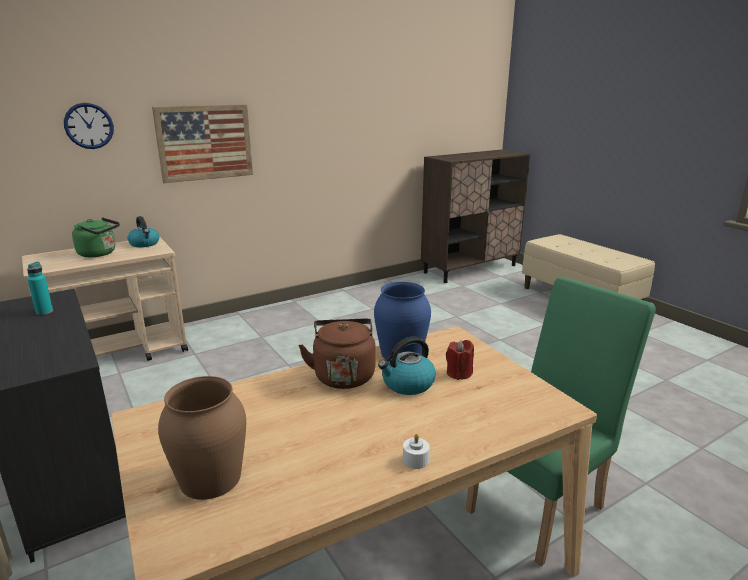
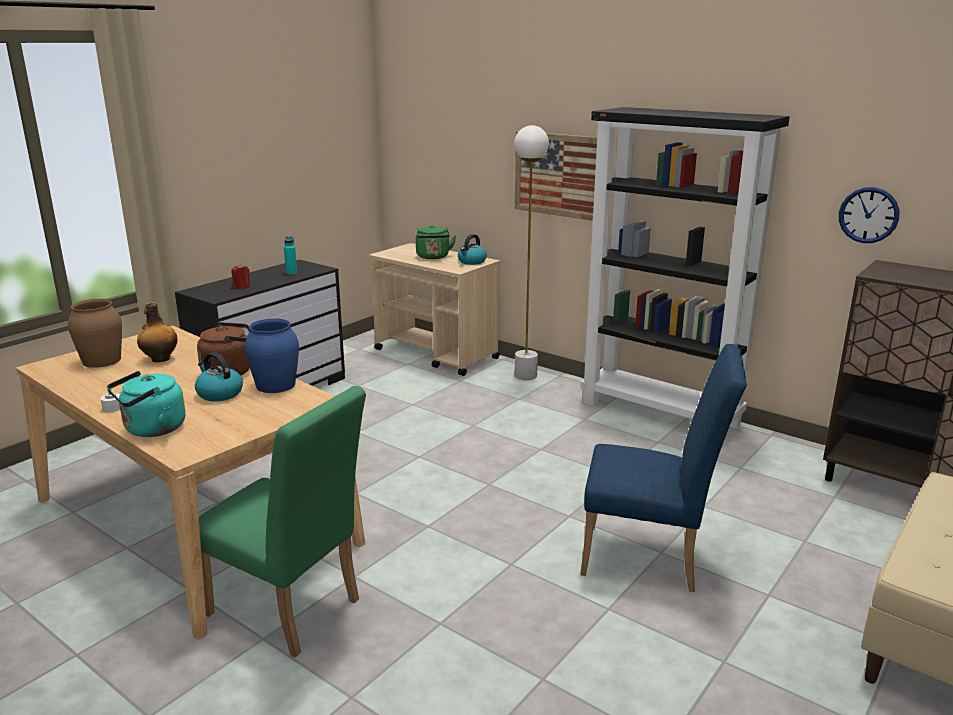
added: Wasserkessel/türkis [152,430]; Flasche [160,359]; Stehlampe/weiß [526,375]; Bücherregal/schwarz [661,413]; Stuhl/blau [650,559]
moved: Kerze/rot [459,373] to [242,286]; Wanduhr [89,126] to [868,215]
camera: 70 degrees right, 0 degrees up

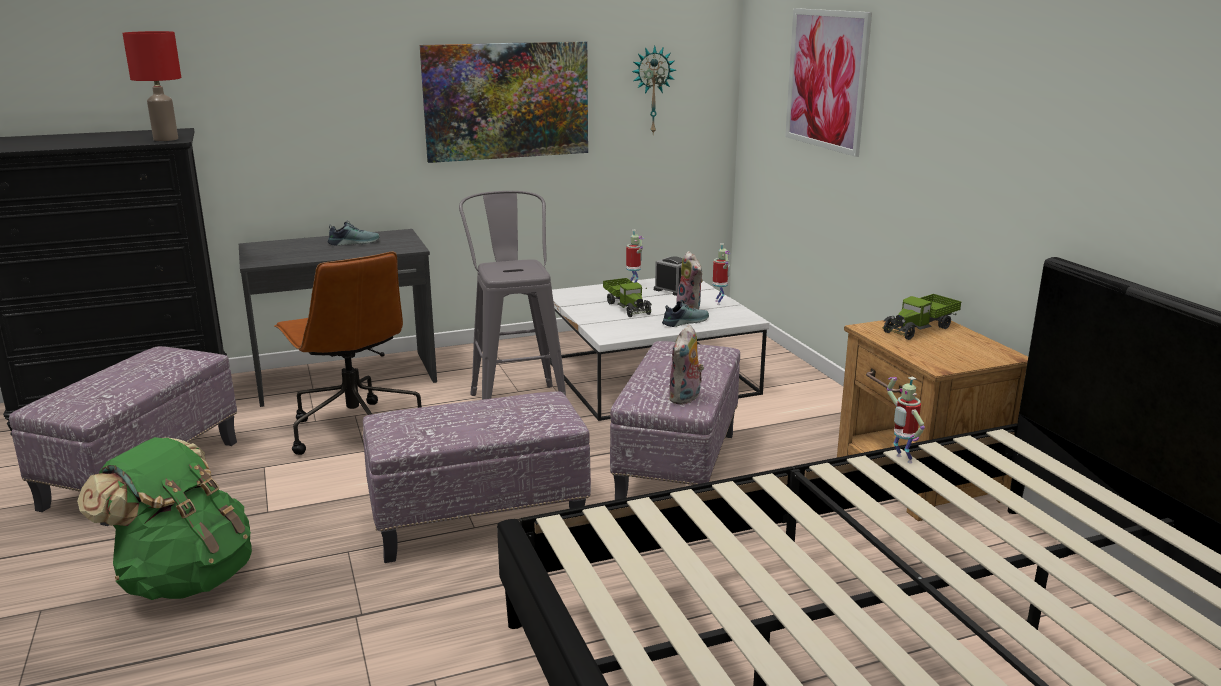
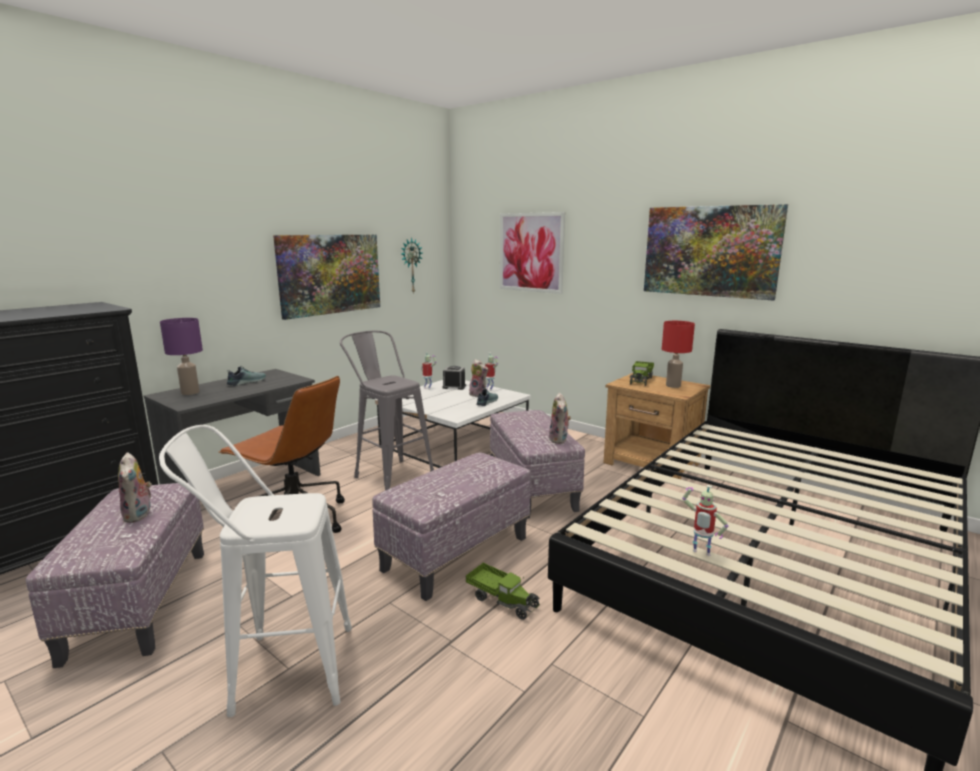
added: Plüschtier [139,515]; Tischlampe/lila [190,392]; Bild [710,251]
moved: Spielzeuglaster [627,307] to [502,600]; Tischlampe/rot [165,139] to [673,386]; Spielzeugroboter [901,459] to [700,554]
replaced: Rucksack/grün [185,579] to Hocker/weiß [279,669]
camera: 30 degrees left, 5 degrees down

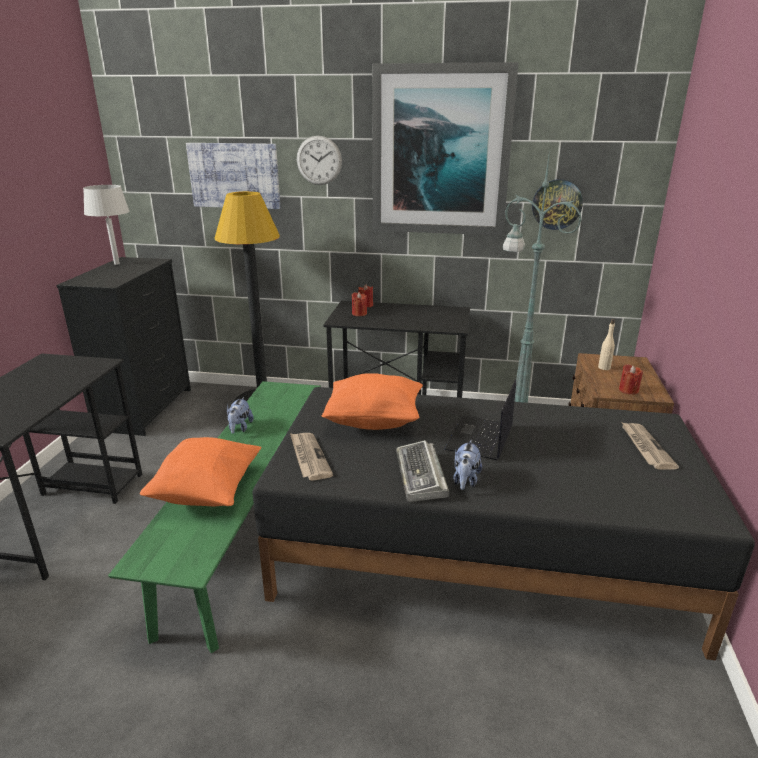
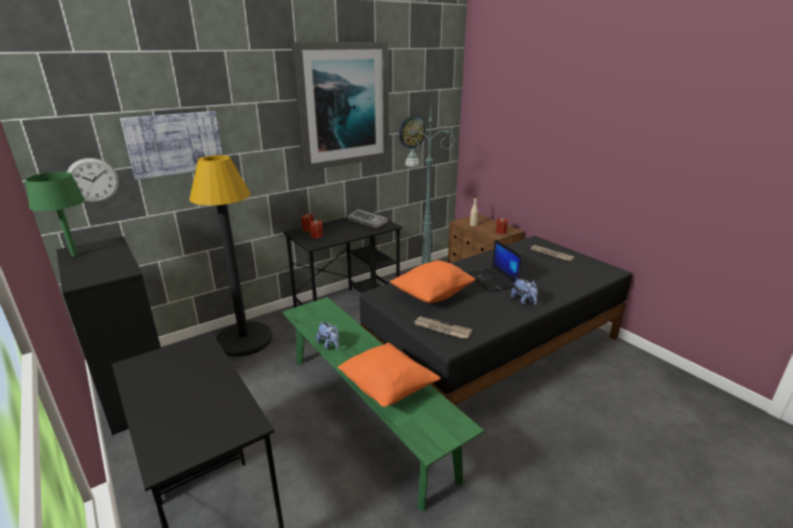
moved: Wanduhr [319,160] to [92,180]; Tastatur [421,477] to [368,222]
recoloured: Tischlampe/grau [116,264] to Tischlampe/grün [74,256]
camera: 45 degrees left, 0 degrees up

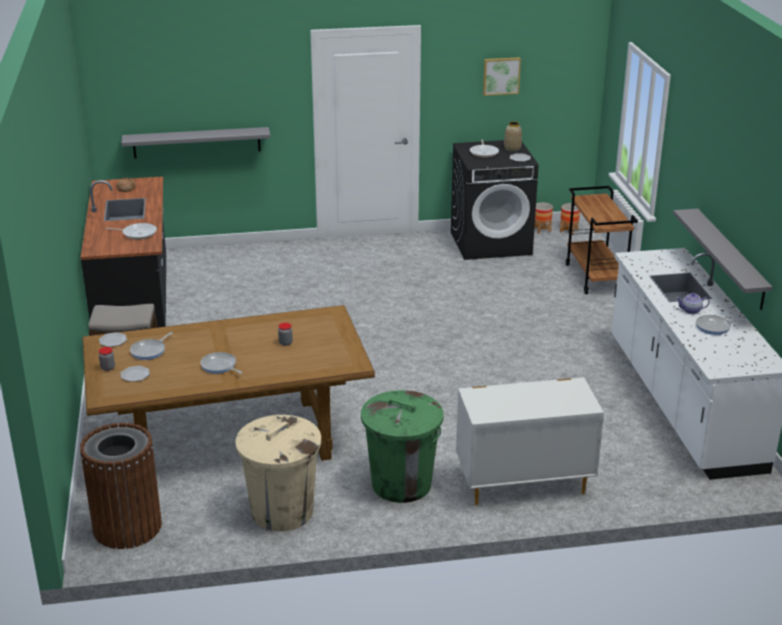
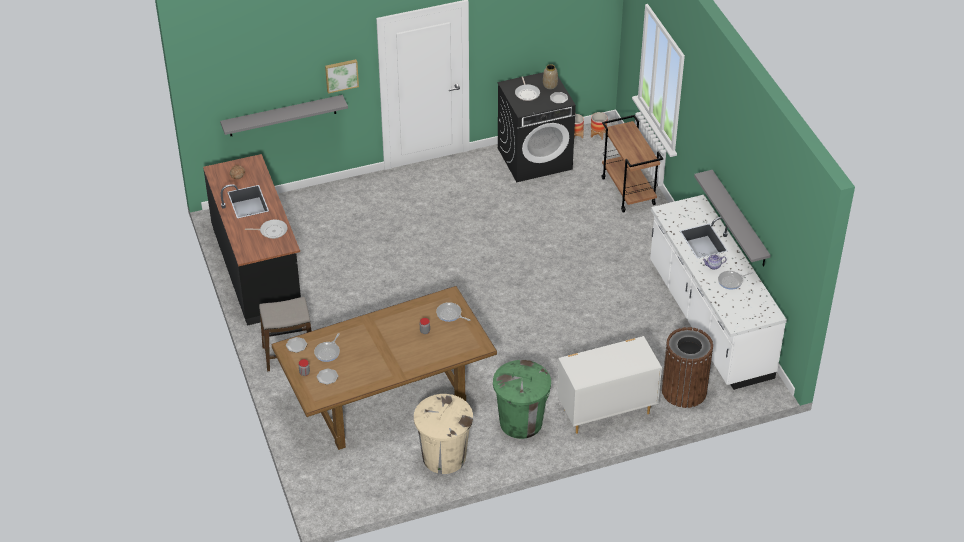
moved: Bild [501,75] to [341,75]; Pfanne [219,366] to [450,314]; Mülleimer/braun [127,527] to [684,391]
camera: 10 degrees left, 15 degrees up

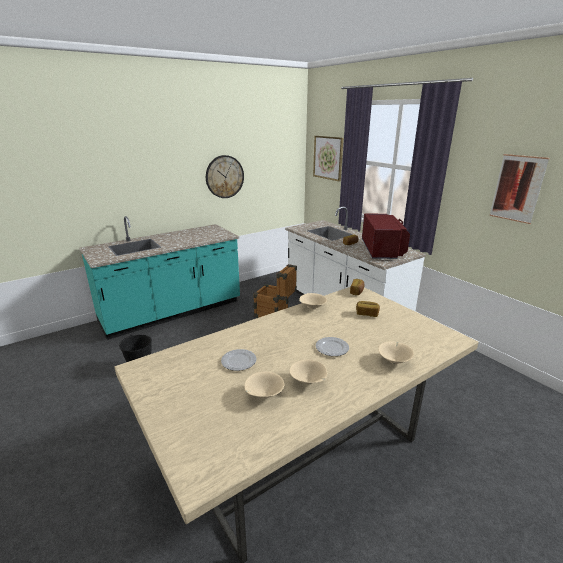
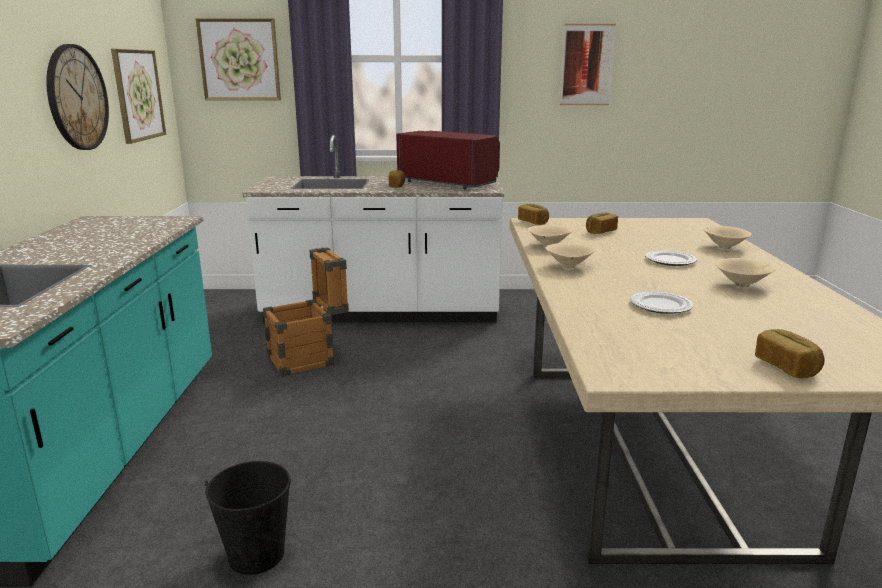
added: Bild [138,95]; Brot [787,367]
moved: Schüssel/beige [263,395] to [568,267]
camera: 55 degrees left, 5 degrees down

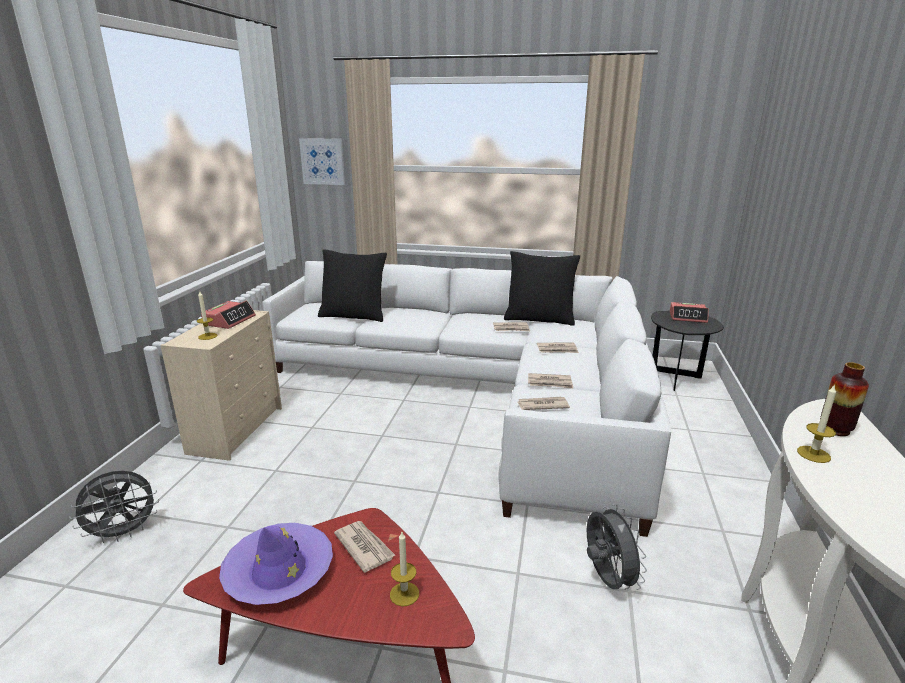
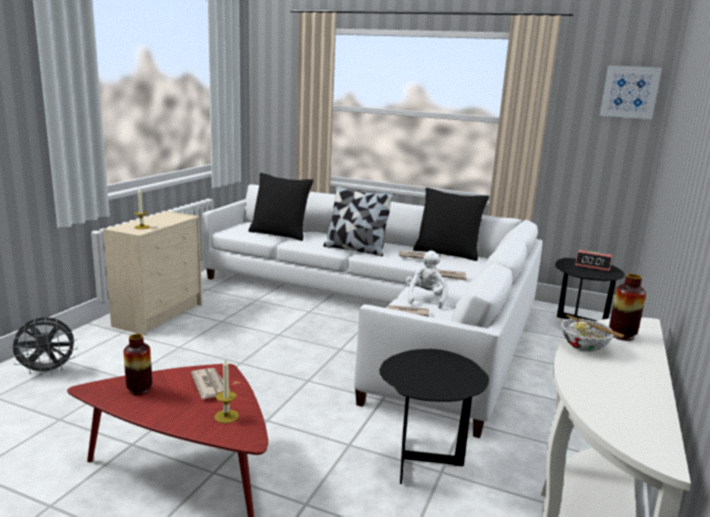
removed: Wecker [229,320]
added: Kissen [355,249]
moved: Bild [323,161] to [629,92]
replaced: Hut/lila [279,571] to Vase [139,389]; Ventilator/grau [606,579] to Beistelltisch/schwarz [425,461]; Zeitung [550,383] to Plüschtier/weiß [425,299]; Kerze [813,454] to Schüssel [584,347]
camera: 10 degrees right, 5 degrees down

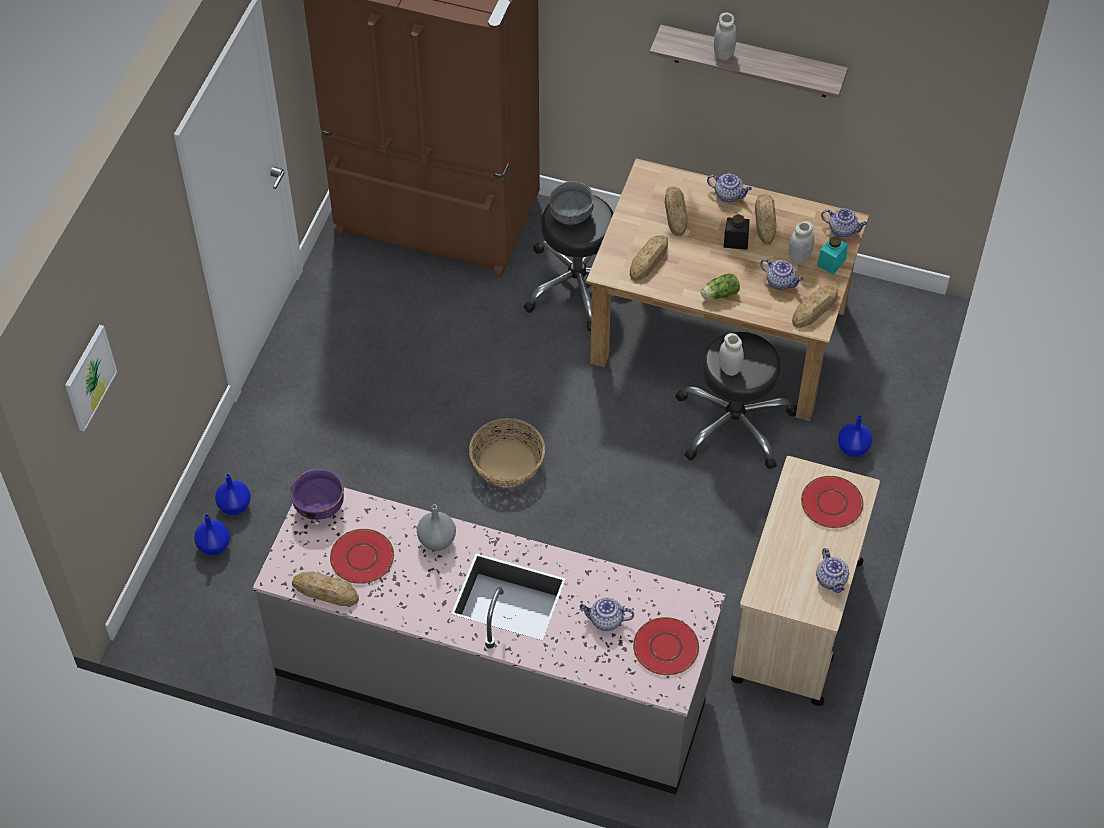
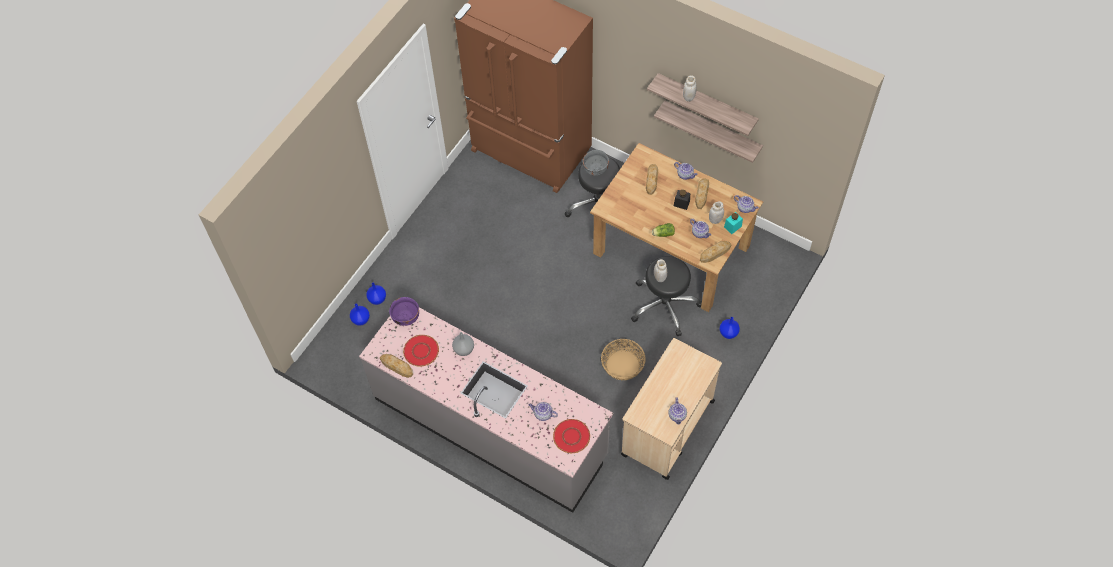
removed: Bild [89,377]; Brot [649,260]; Teller/rot [831,503]
added: Wandregal [712,130]
moved: Korb [507,463] to [622,365]
camera: 15 degrees right, 5 degrees up

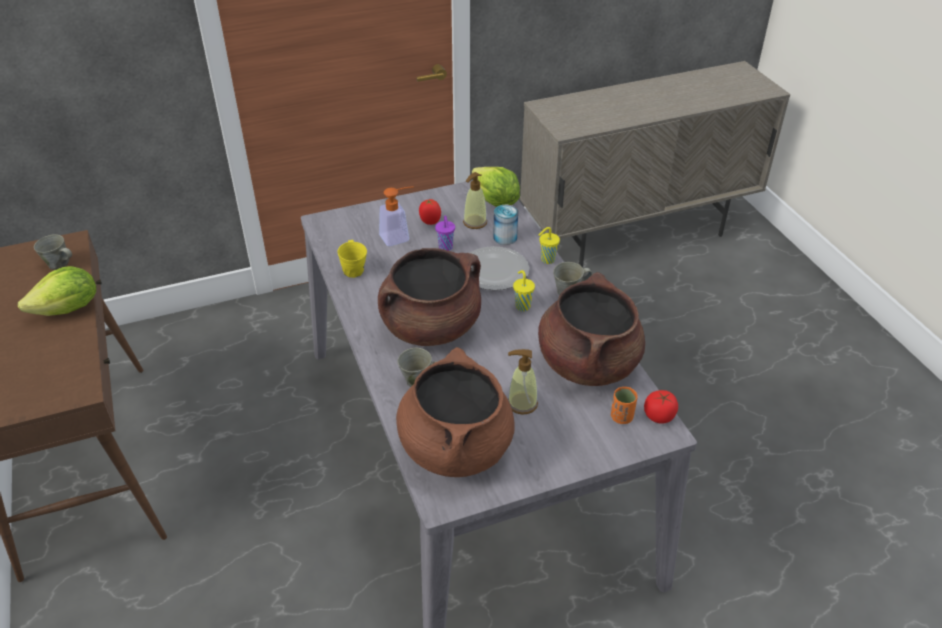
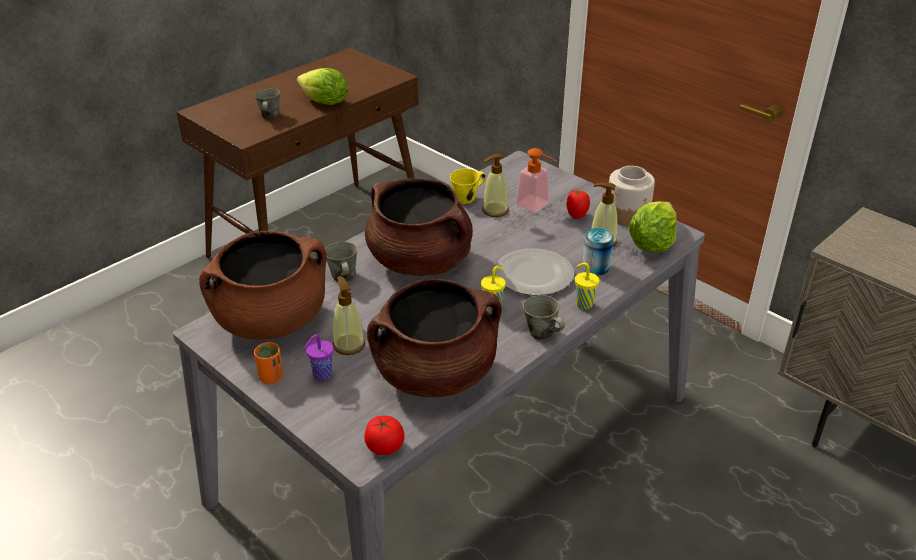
added: Seifenspender [495,210]; Vorratsglas [628,214]
moved: Henkelbecher/grau [59,264] to [269,116]; Tasse/orange [621,417] to [271,377]; Tasse/lila [445,248] to [321,375]
camera: 65 degrees right, 5 degrees down

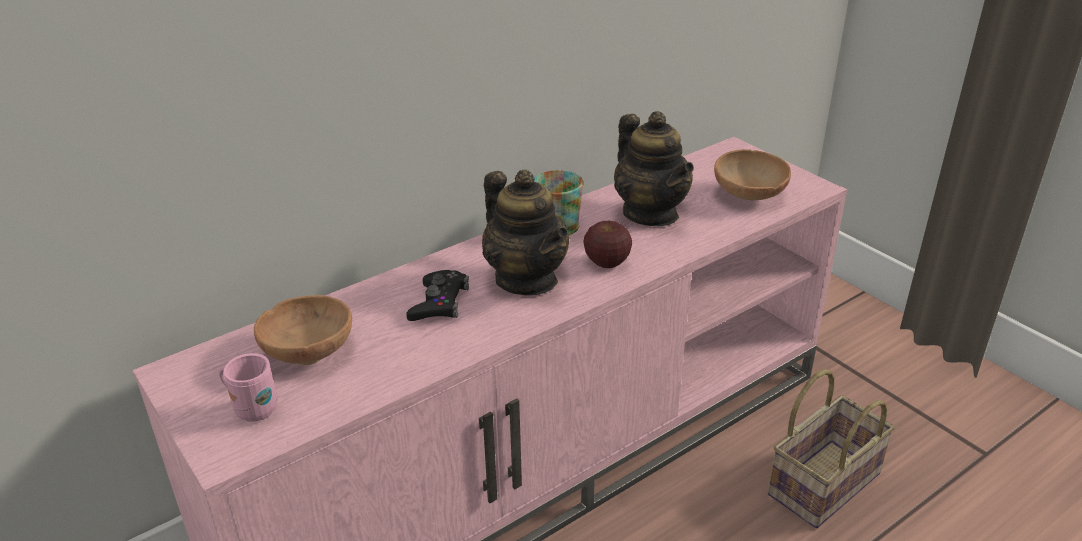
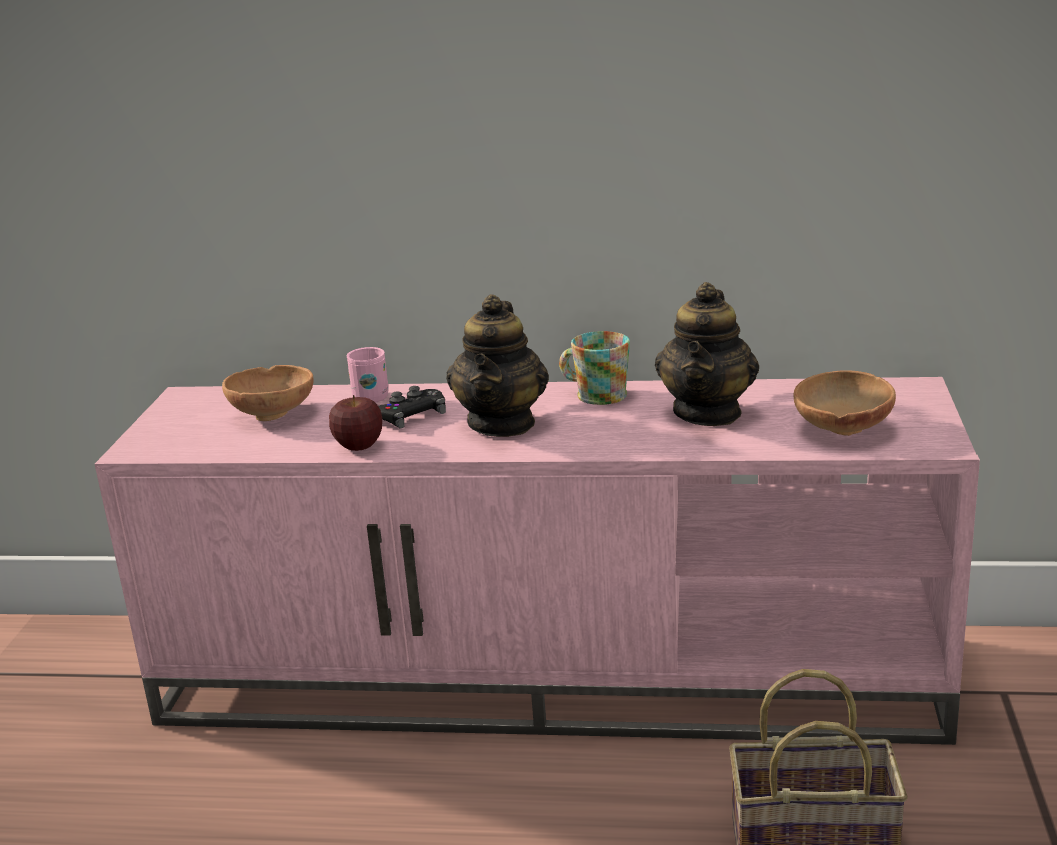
moved: Apfel [607,263] to [358,446]; Henkelbecher/rosa [251,408] to [369,397]
camera: 45 degrees right, 10 degrees down

